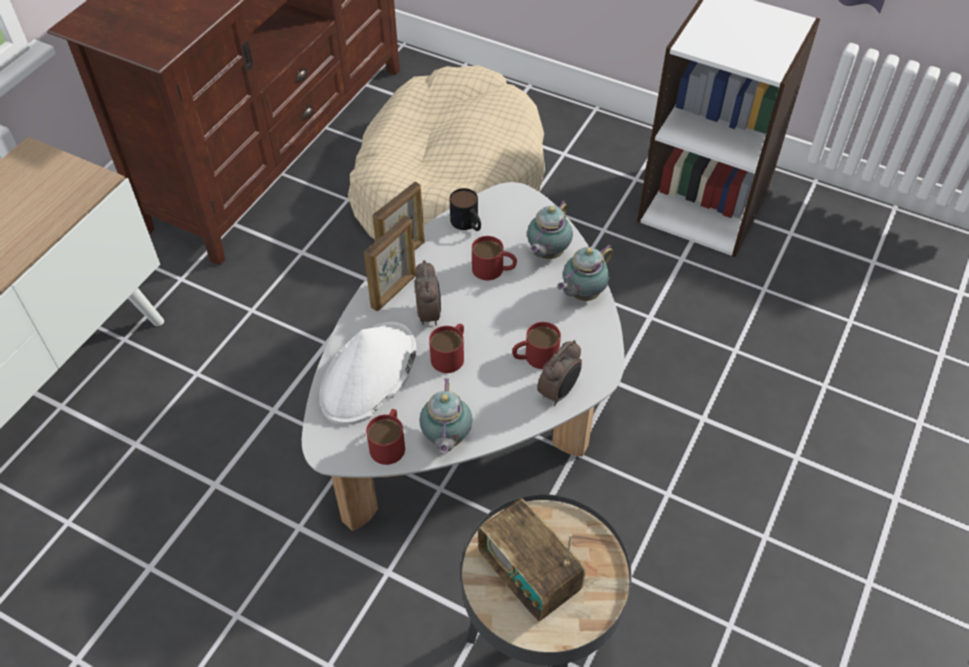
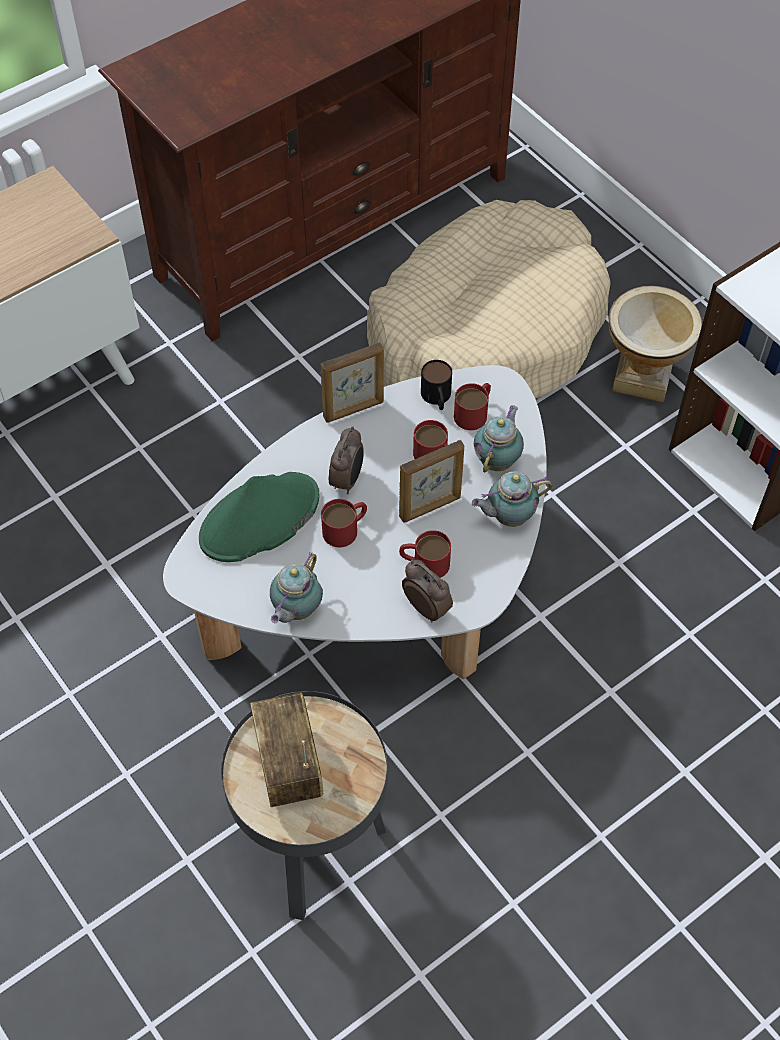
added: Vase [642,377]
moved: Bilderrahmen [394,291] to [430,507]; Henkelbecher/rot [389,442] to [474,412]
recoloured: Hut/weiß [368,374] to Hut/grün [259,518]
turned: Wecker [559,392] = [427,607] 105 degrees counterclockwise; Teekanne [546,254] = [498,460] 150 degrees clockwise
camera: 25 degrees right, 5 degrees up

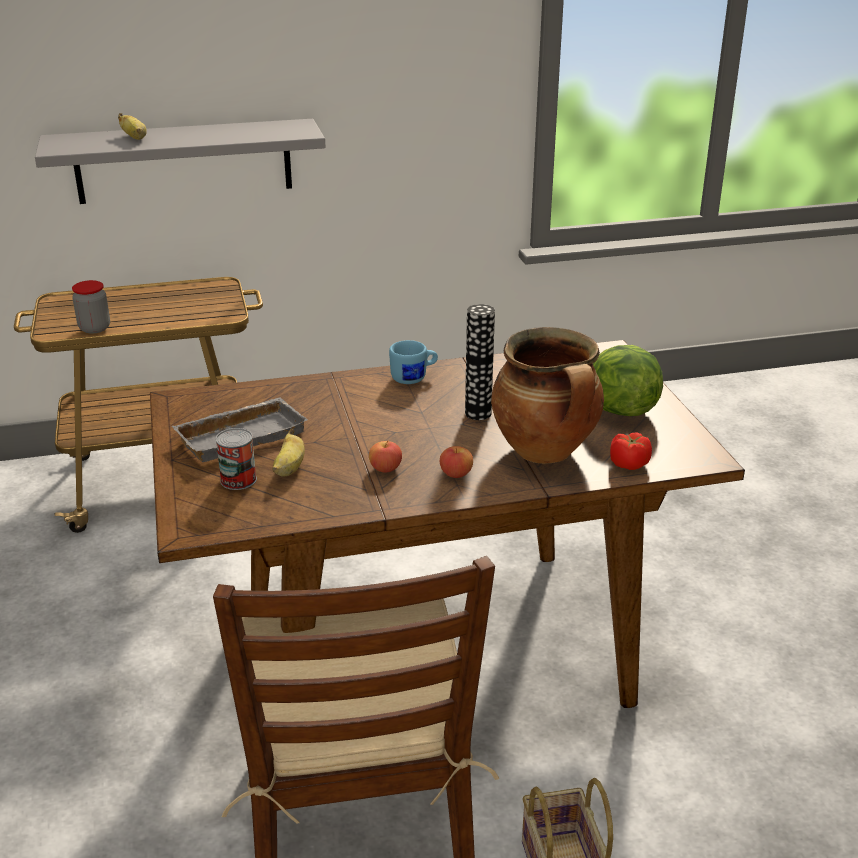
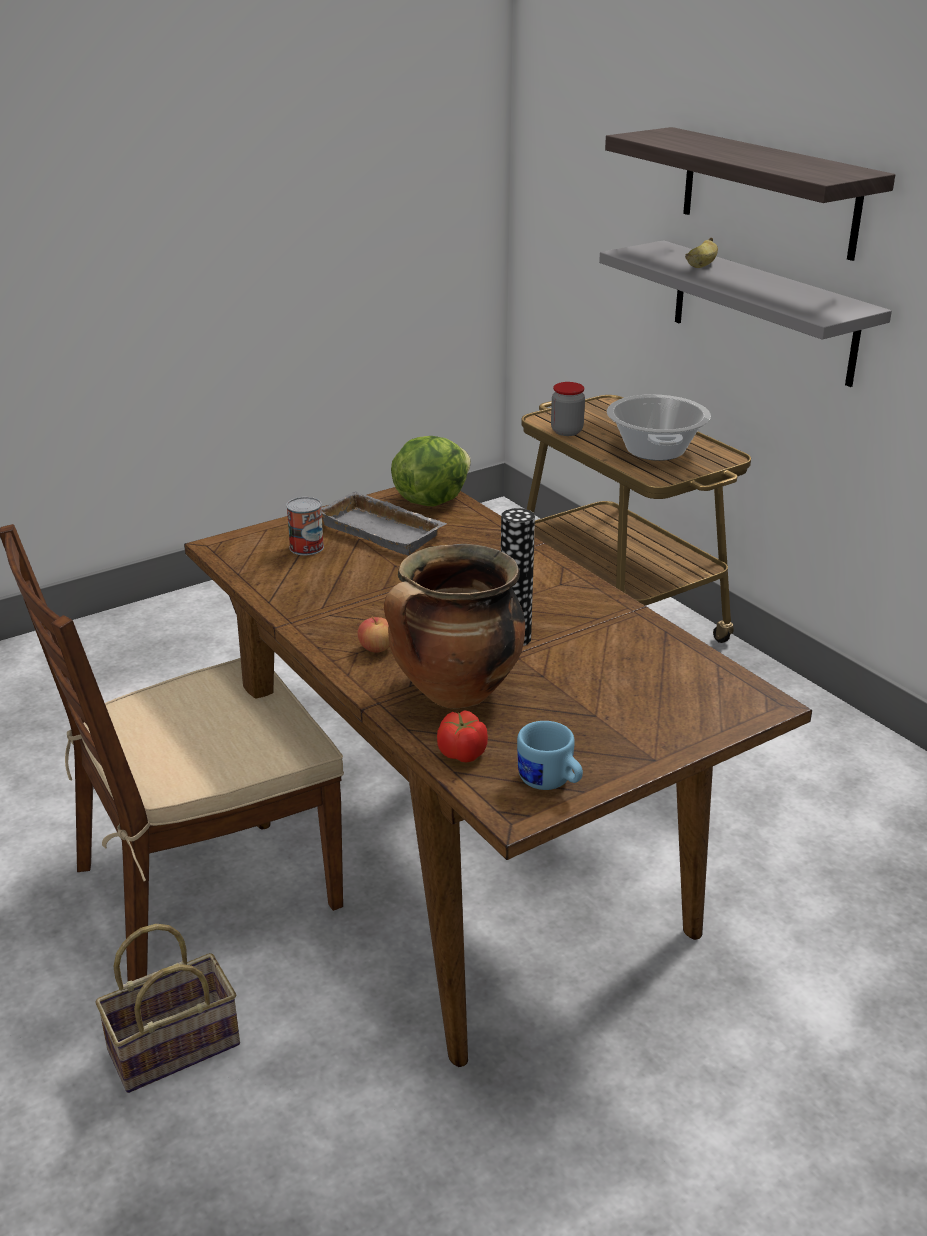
removed: Banane [289,468]; Apfel [385,468]
added: Wandregal [769,192]; Kochtopf [656,450]
moved: Salatkopf [619,410] to [430,500]; Henkelbecher/blau [414,378] to [550,783]
camera: 70 degrees right, 0 degrees up

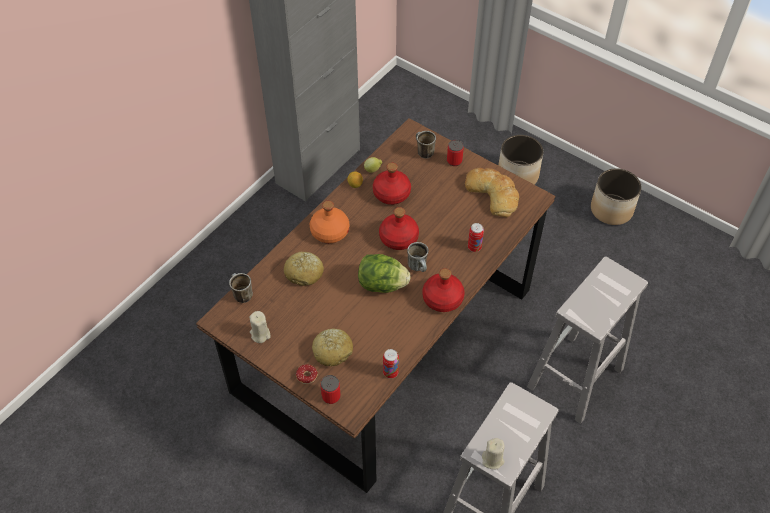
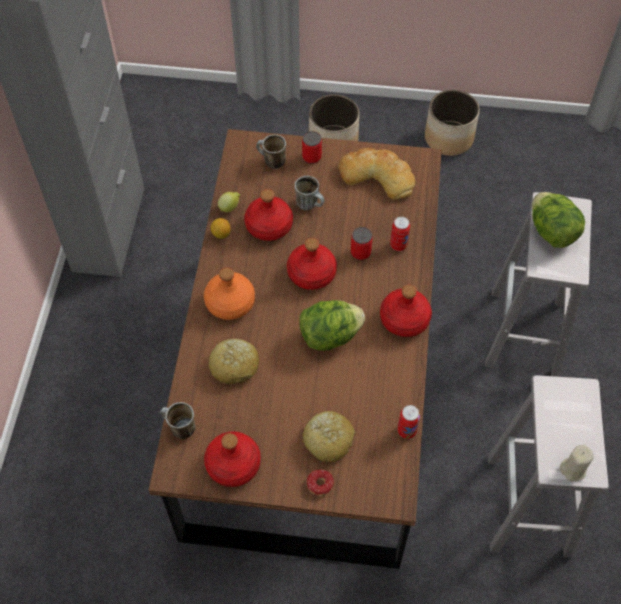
added: Salatkopf [552,232]
moved: Henkelbecher [419,267] to [310,205]; Dose [331,396] to [360,252]
replaced: Kerze/beige [260,334] to Flasche/rot [234,464]
camera: 30 degrees left, 5 degrees up

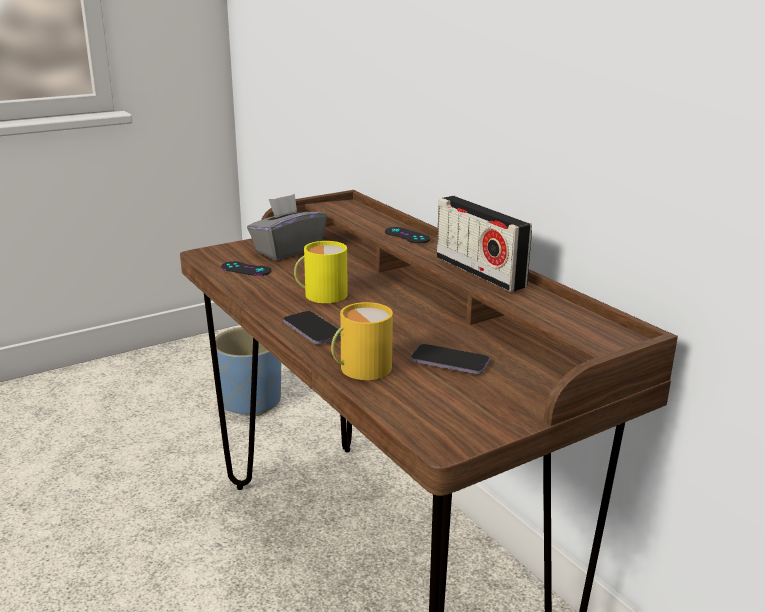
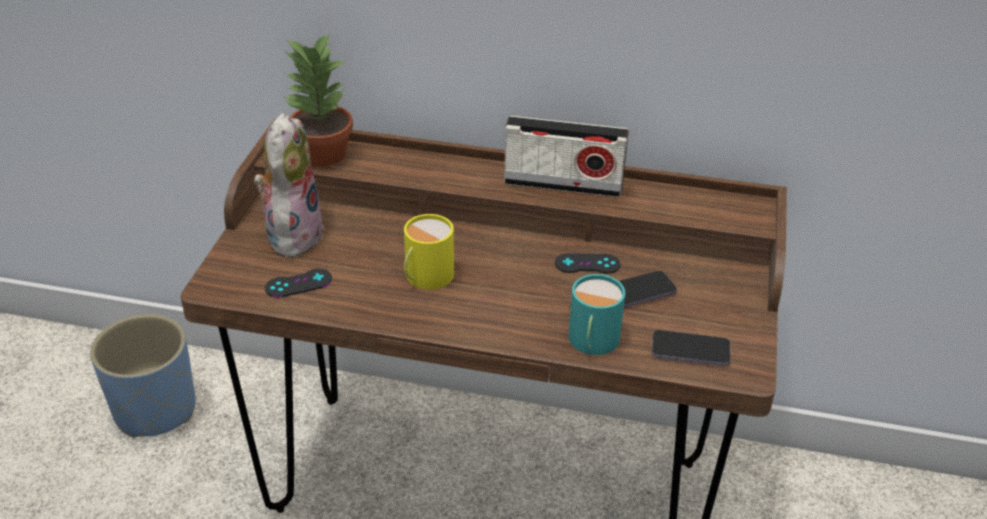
added: Topfpflanze [322,154]
moved: Gamepad/schwarz [407,235] to [587,264]; Handy [312,330] to [690,350]
replaced: Taschentuchbox/grau [287,250] to Plüschtier [292,234]
recoloured: Henkelbecher/gelb [360,368] to Henkelbecher/türkis [591,341]
camera: 45 degrees left, 15 degrees up

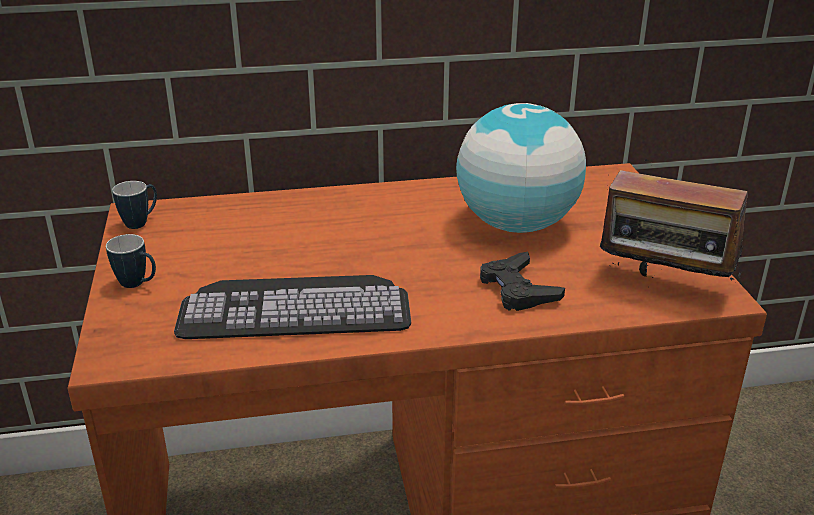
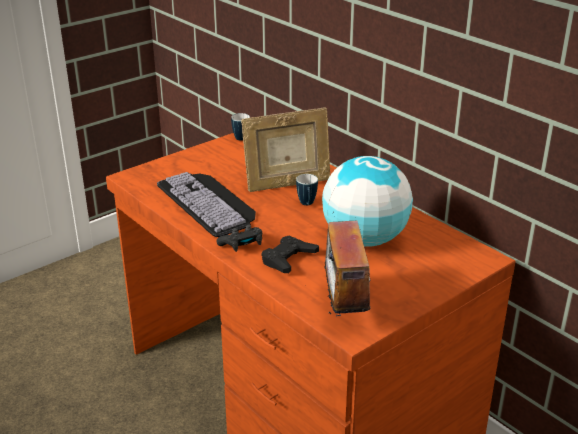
added: Gamepad/schwarz [242,245]; Bilderrahmen [287,184]
moved: Henkelbecher [138,284] to [307,204]
camera: 60 degrees right, 0 degrees up

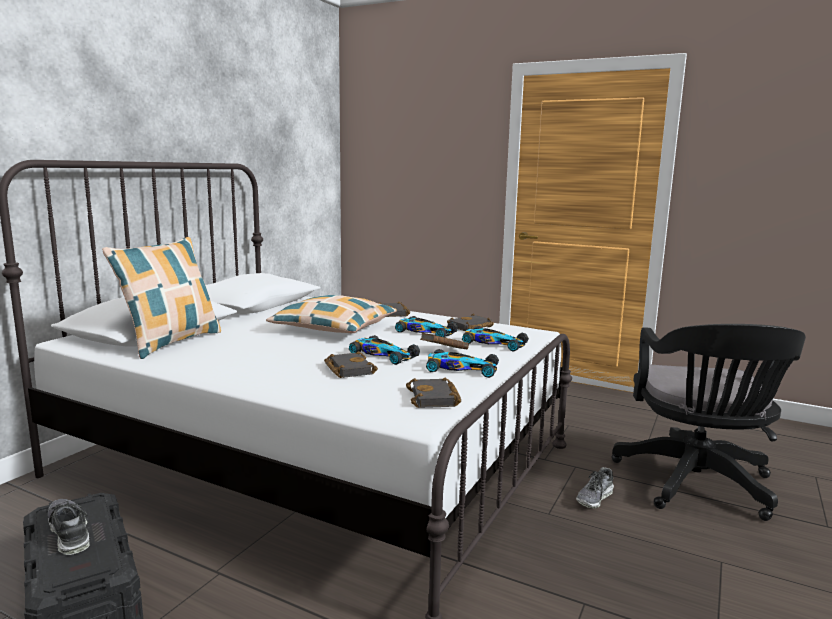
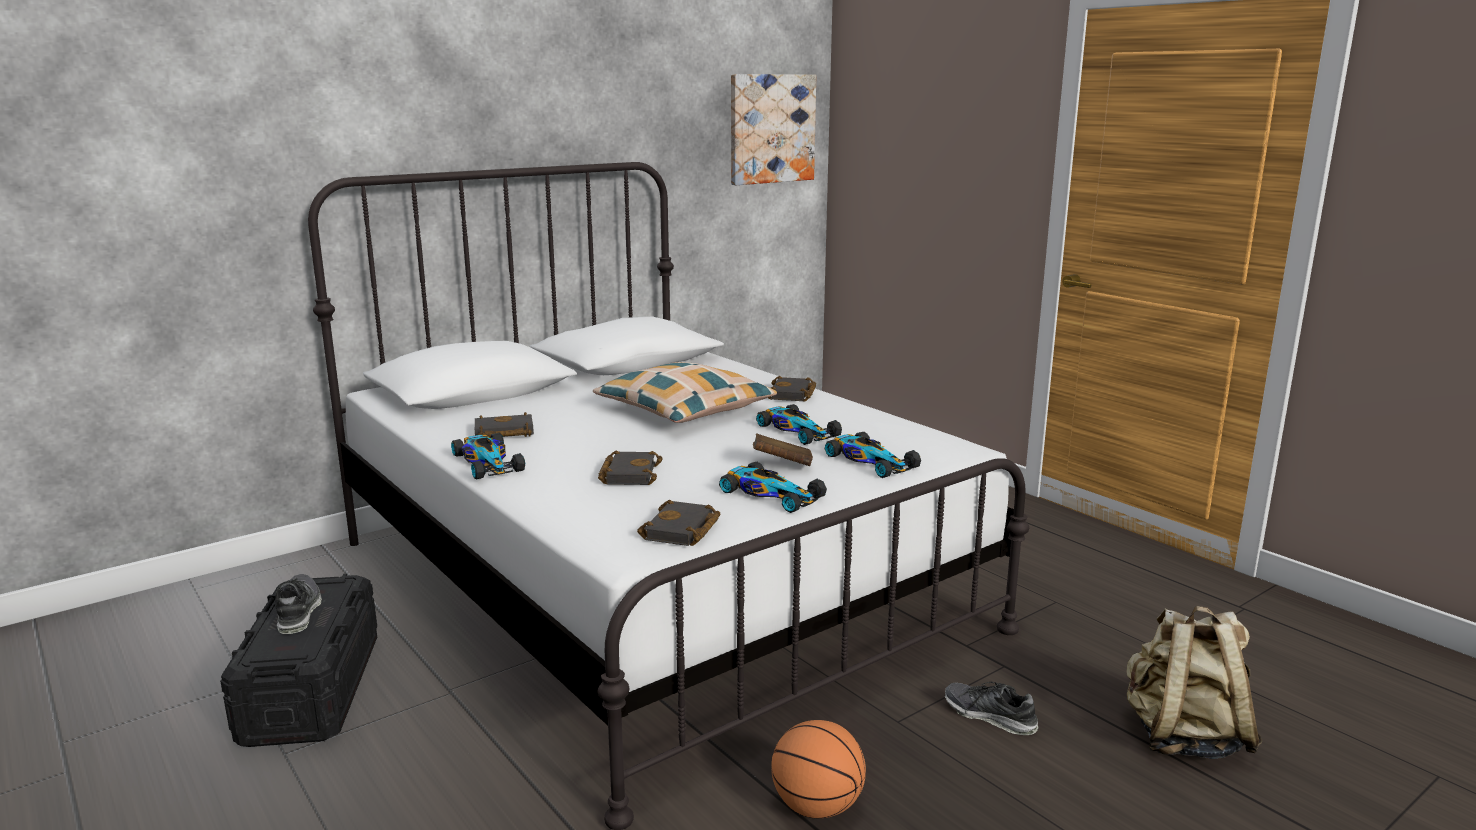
removed: Kissen [171,342]
added: Bild [771,129]; Basketball [817,807]
moved: Spielzeugauto [382,355] to [487,462]; Buch/schwarz [470,327] to [502,433]
replaced: Bürostuhl/schwarz [697,485] to Rucksack/beige [1183,737]
turned: Schuh [595,498] = [989,716] 60 degrees clockwise
camera: 25 degrees right, 5 degrees up

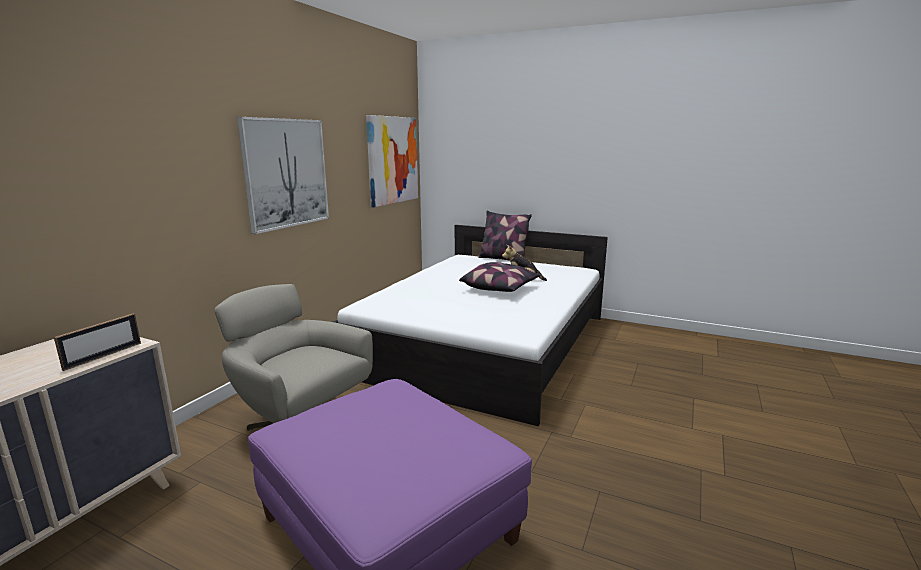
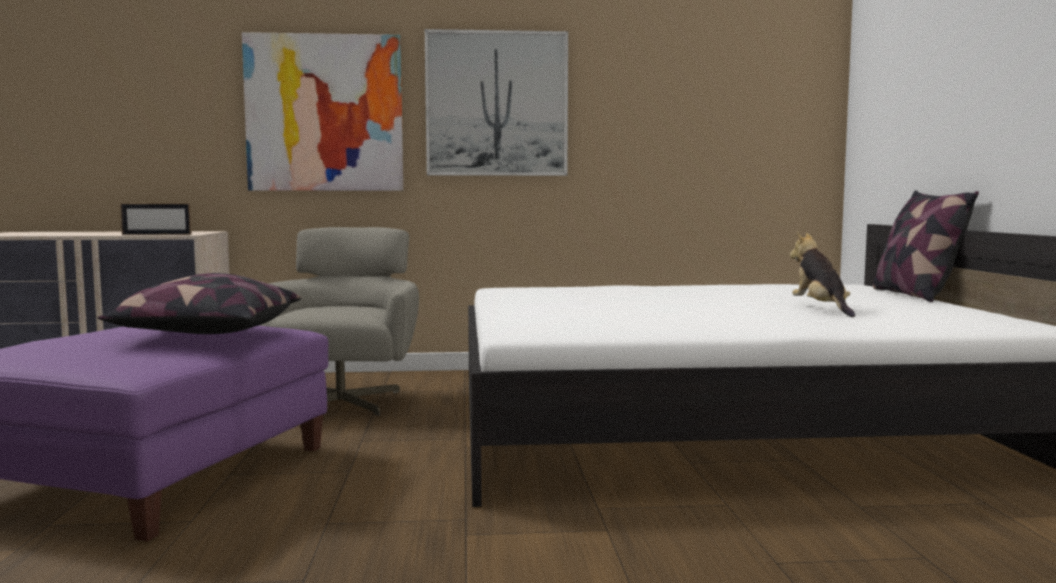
moved: Kissen [500,289] to [208,335]; Bild [393,160] to [324,113]
camera: 60 degrees right, 10 degrees down

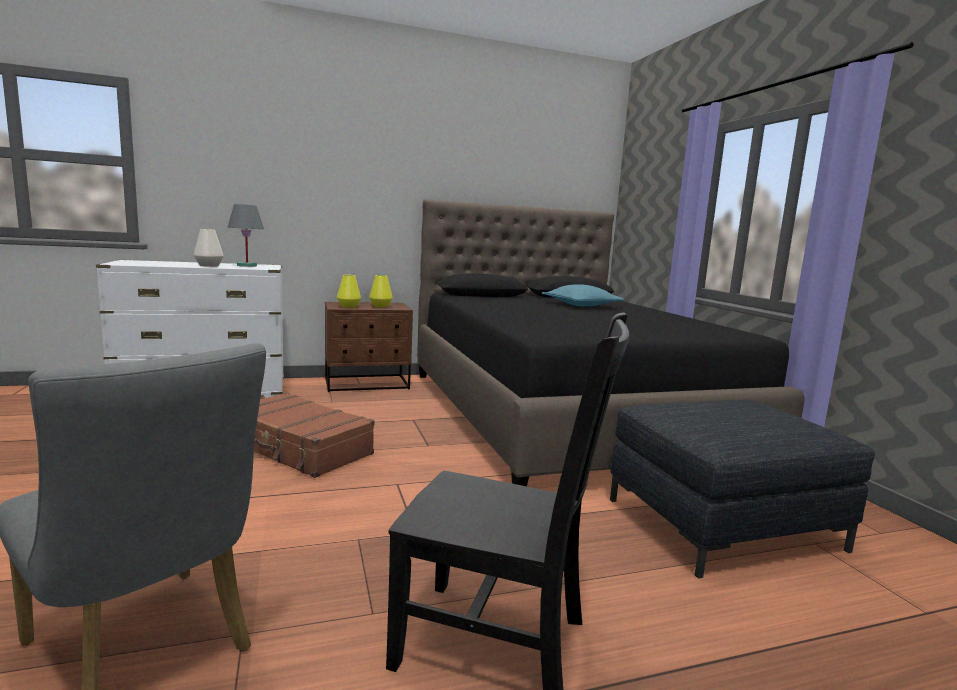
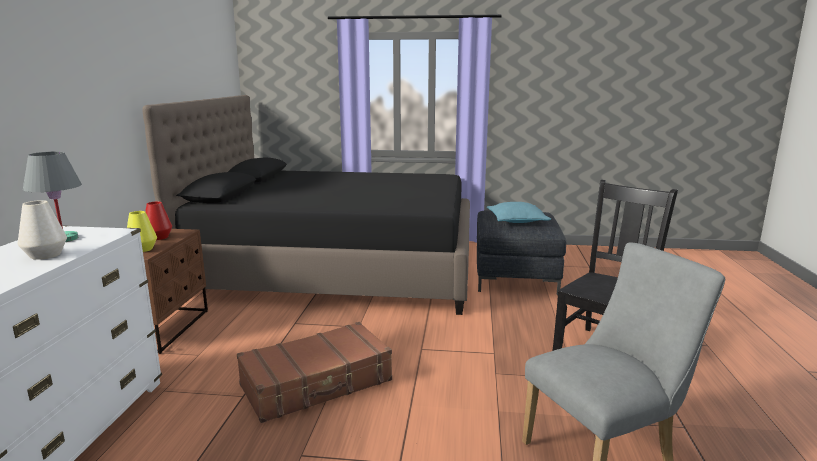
moved: Kissen/türkis [581,305] to [517,221]
recoloured: Vase/gelb [380,306] to Vase/rot [158,237]
camera: 65 degrees left, 5 degrees up

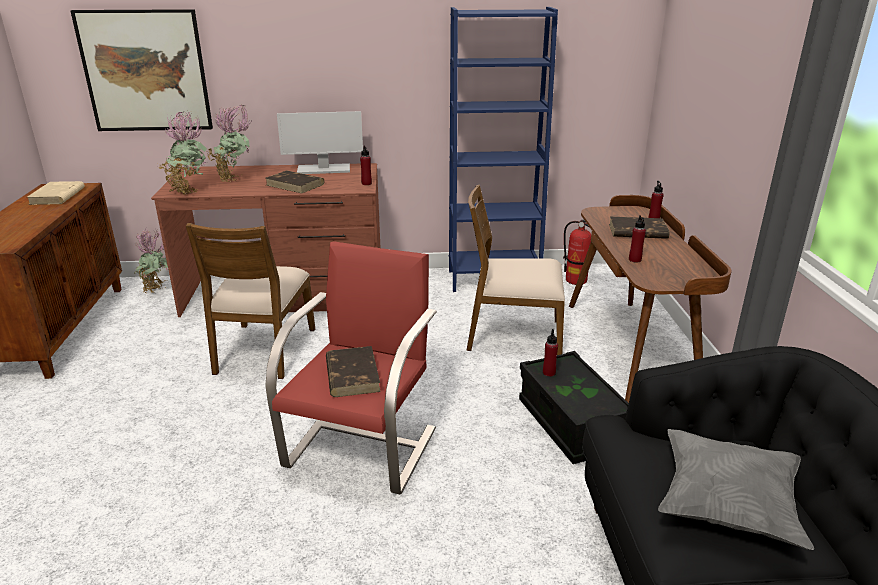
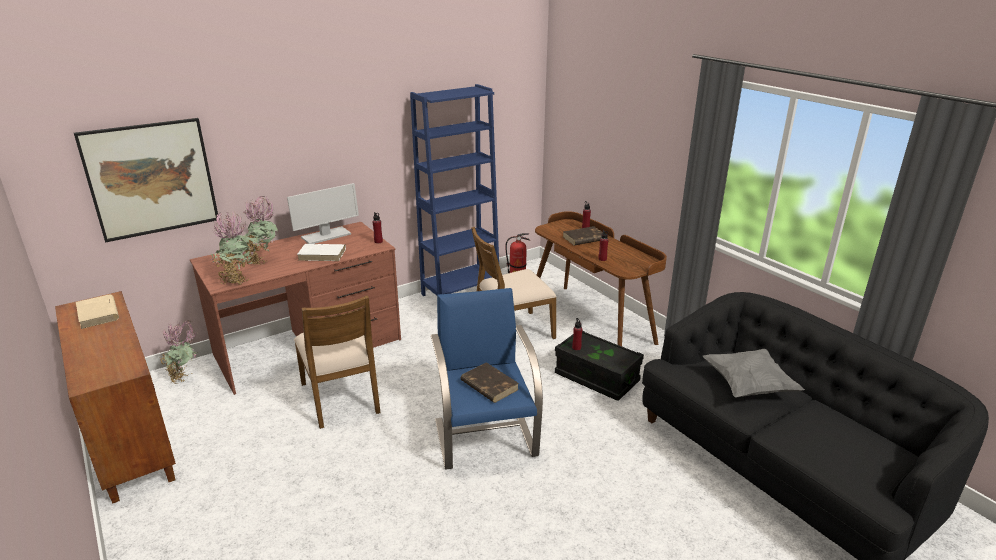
recoloured: Buch/braun [295,185] to Buch/weiß [322,254]; Sessel/rot [362,446] to Sessel/blau [485,436]
camera: 30 degrees left, 0 degrees up

